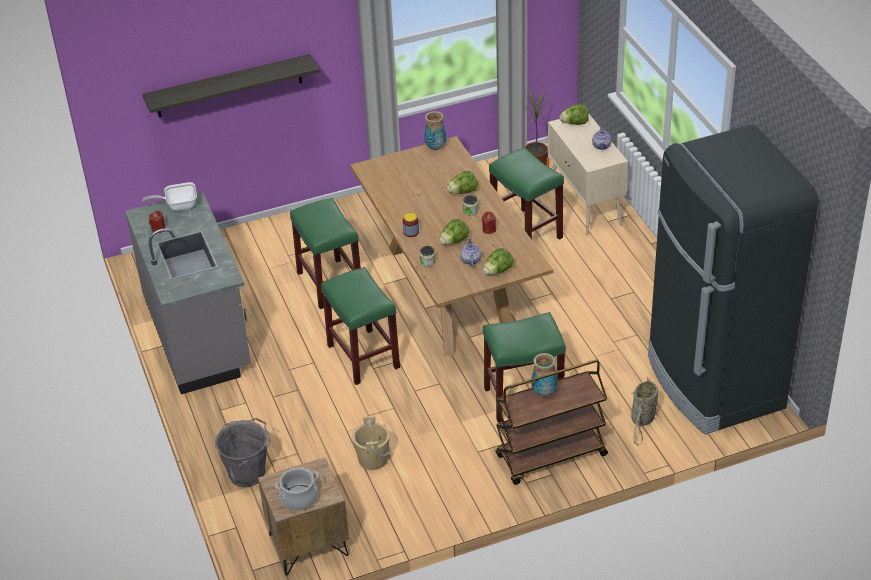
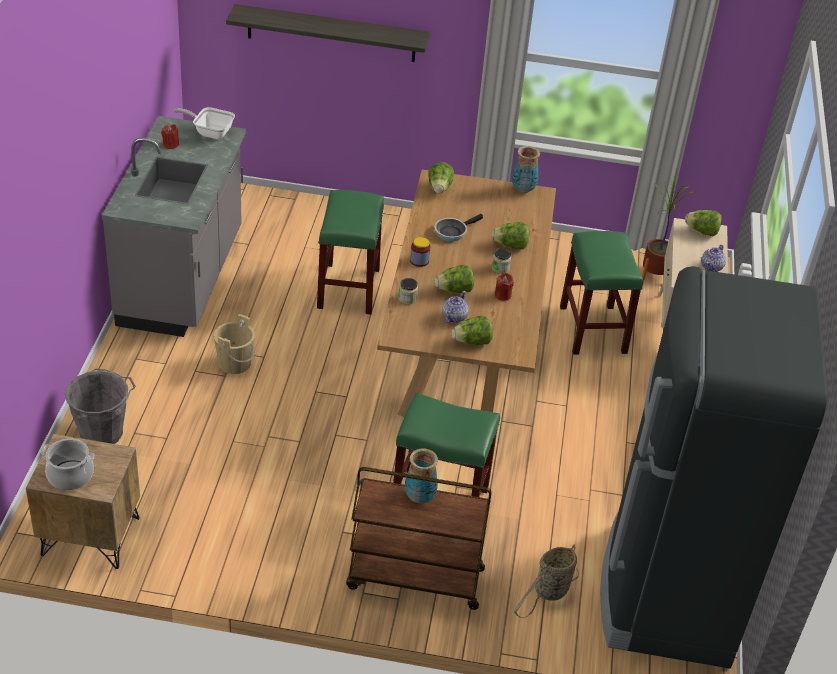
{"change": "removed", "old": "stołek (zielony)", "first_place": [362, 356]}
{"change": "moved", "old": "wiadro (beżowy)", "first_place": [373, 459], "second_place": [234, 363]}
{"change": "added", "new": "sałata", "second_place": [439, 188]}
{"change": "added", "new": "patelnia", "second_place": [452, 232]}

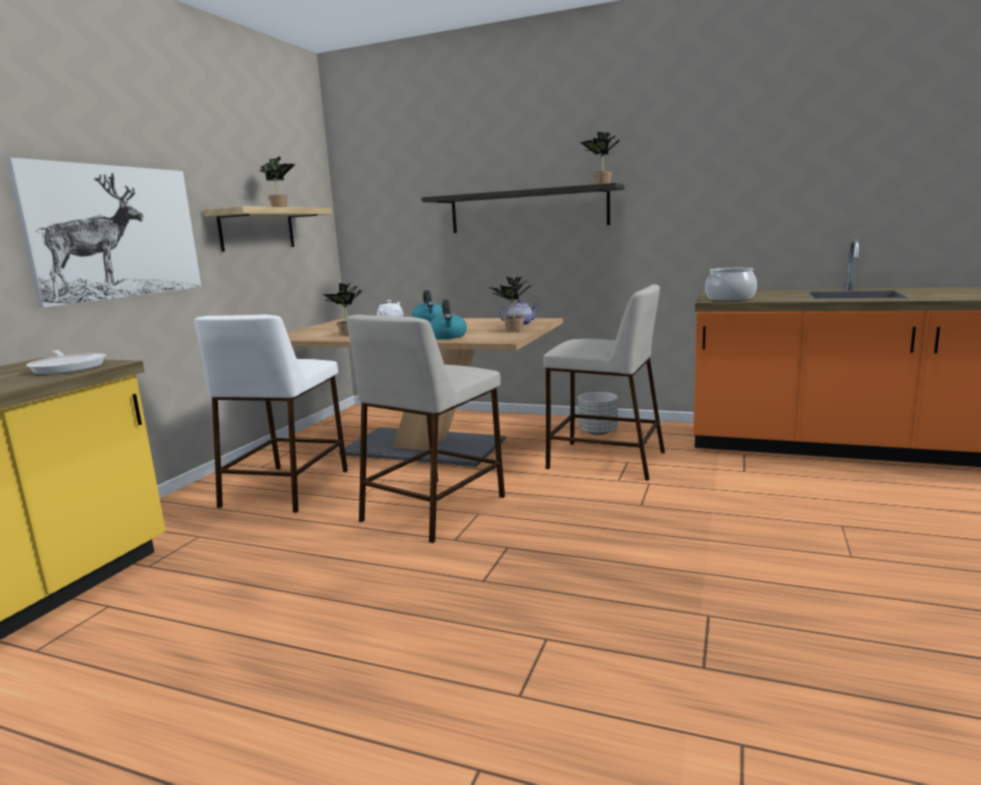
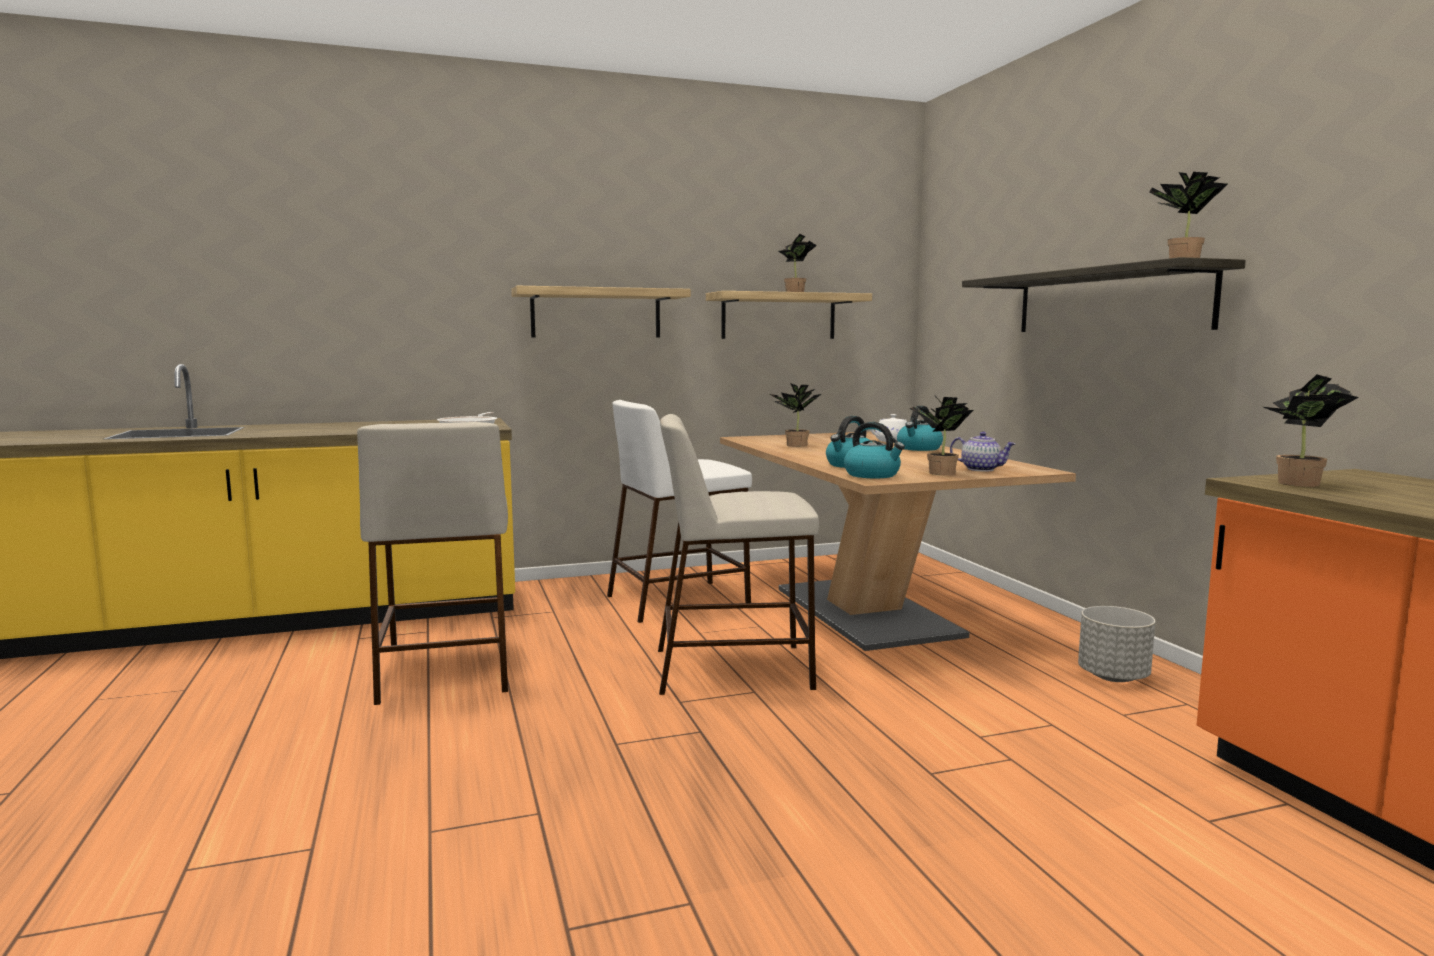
{"change": "replaced", "old": "obraz", "new": "półka", "first_place": [115, 232], "second_place": [596, 313]}
{"change": "replaced", "old": "garnek", "new": "roślina doniczkowa", "first_place": [730, 299], "second_place": [1302, 484]}
{"change": "moved", "old": "stołek (beżowy)", "first_place": [604, 460], "second_place": [445, 668]}
{"change": "added", "new": "czajnik", "second_place": [873, 475]}

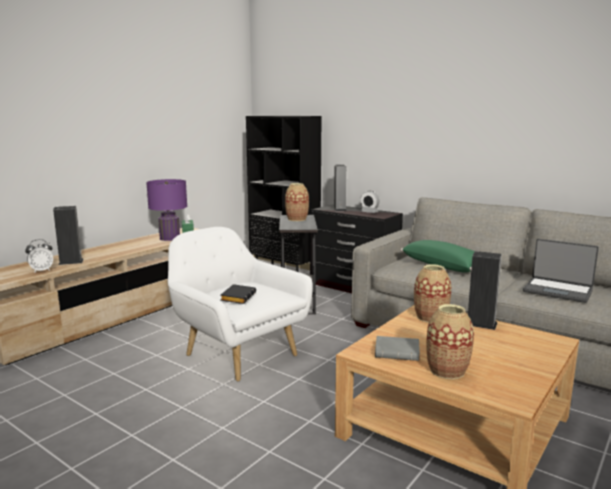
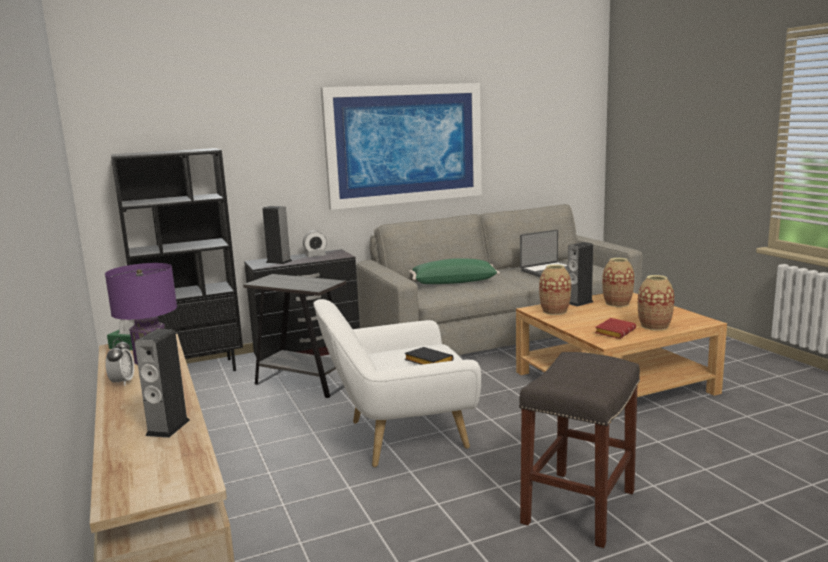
{"change": "moved", "old": "wazon", "first_place": [297, 219], "second_place": [617, 303]}
{"change": "moved", "old": "budzik", "first_place": [41, 271], "second_place": [122, 382]}
{"change": "recoloured", "old": "książka (szary)", "new": "książka (czerwony)", "first_place": [398, 352], "second_place": [614, 332]}
{"change": "added", "new": "obraz", "second_place": [404, 144]}
{"change": "added", "new": "stołek (szary)", "second_place": [578, 506]}

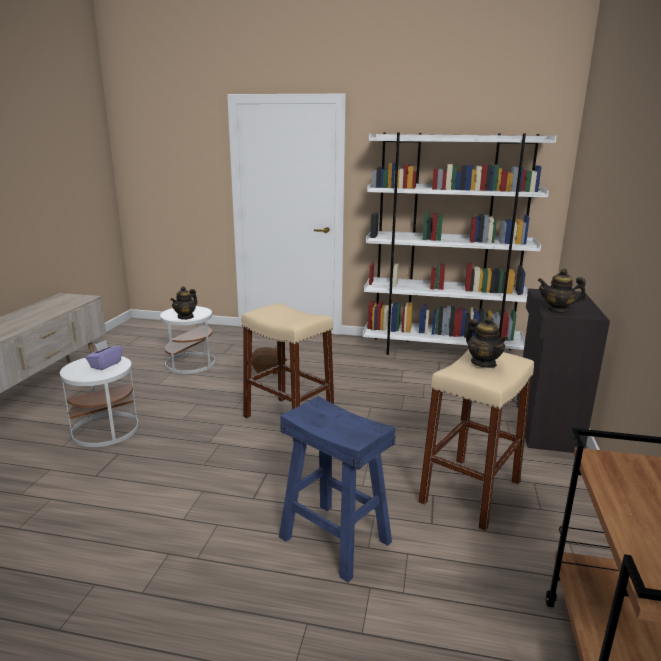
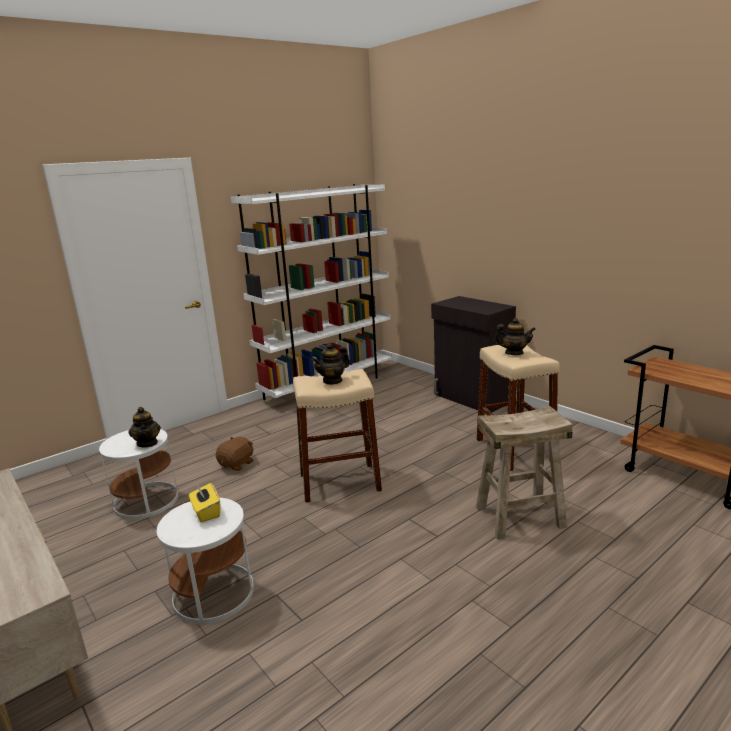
{"change": "moved", "old": "imbryk", "first_place": [558, 310], "second_place": [332, 381]}
{"change": "recoloured", "old": "pudełko chusteczek (fioletowy)", "new": "pudełko chusteczek (żółty)", "first_place": [105, 364], "second_place": [206, 512]}
{"change": "recoloured", "old": "stołek (niebieski)", "new": "stołek (beżowy)", "first_place": [334, 539], "second_place": [519, 517]}

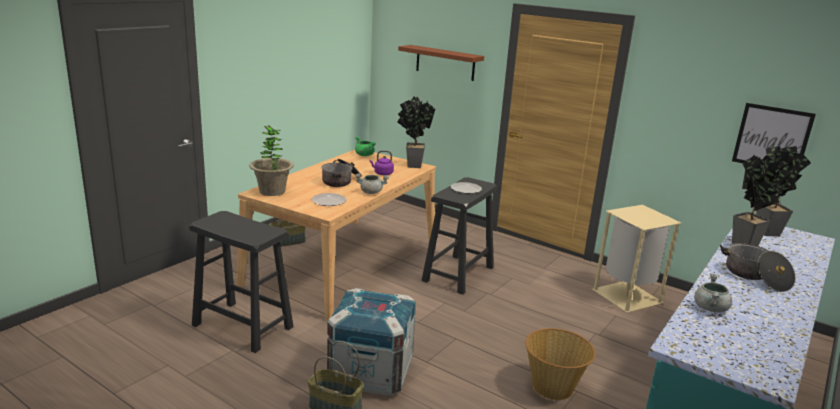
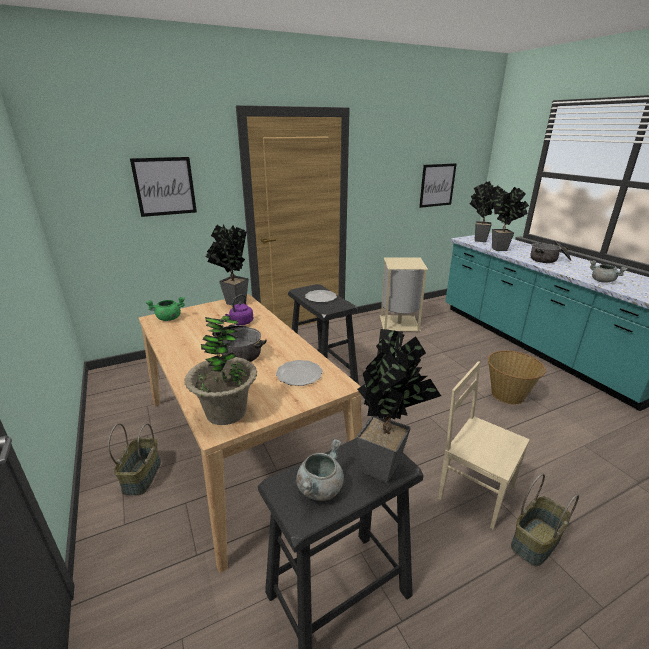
{"change": "replaced", "old": "półka (brązowy)", "new": "obraz", "first_place": [445, 63], "second_place": [165, 186]}
{"change": "moved", "old": "garnek (szary)", "first_place": [371, 192], "second_place": [320, 488]}
{"change": "replaced", "old": "skrzynka", "new": "krzesło (beżowy)", "first_place": [371, 373], "second_place": [475, 492]}
{"change": "added", "new": "roślina doniczkowa", "second_place": [386, 465]}

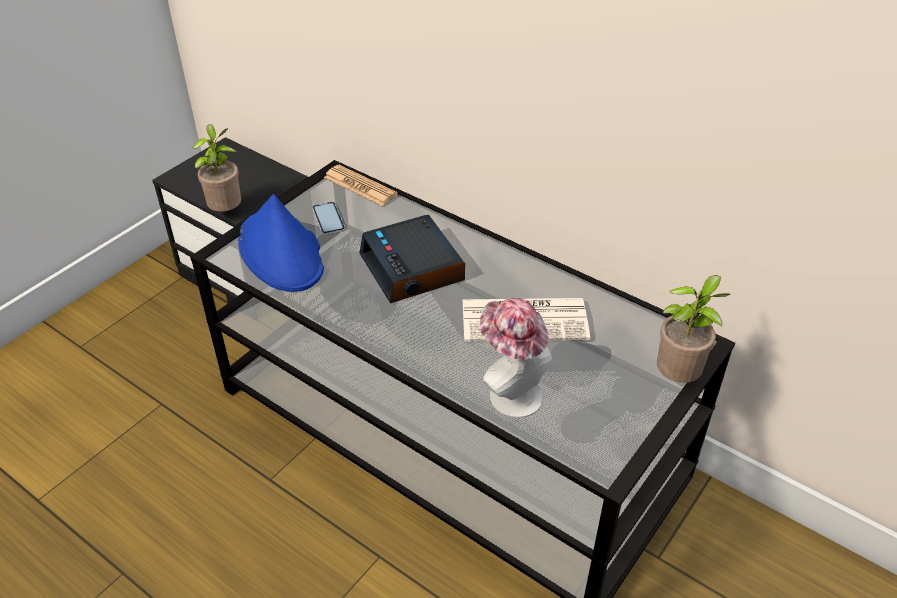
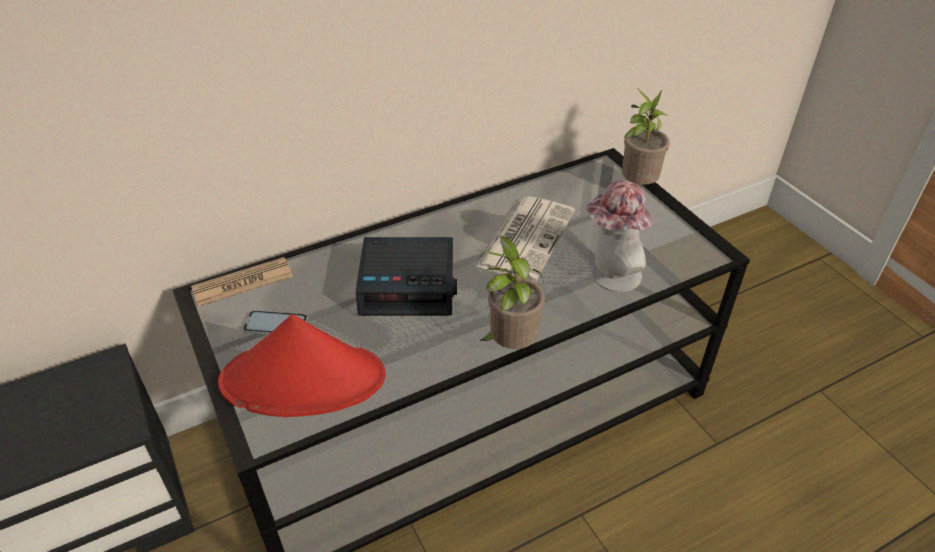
{"change": "moved", "old": "roślina doniczkowa", "first_place": [226, 211], "second_place": [509, 345]}
{"change": "recoloured", "old": "kapelusz (niebieski)", "new": "kapelusz (czerwony)", "first_place": [281, 253], "second_place": [304, 379]}

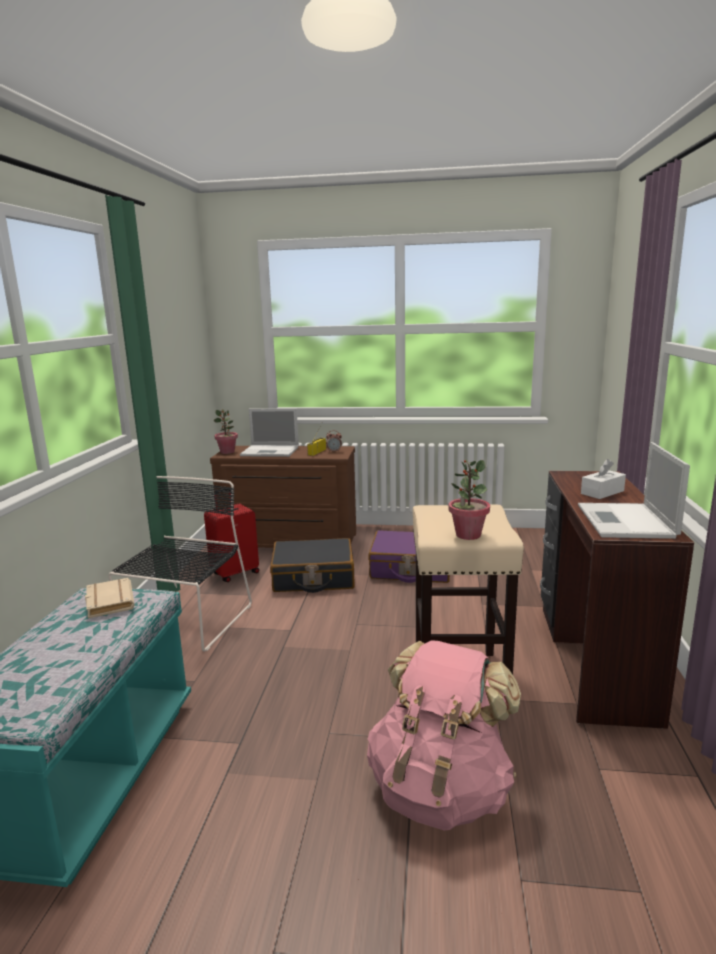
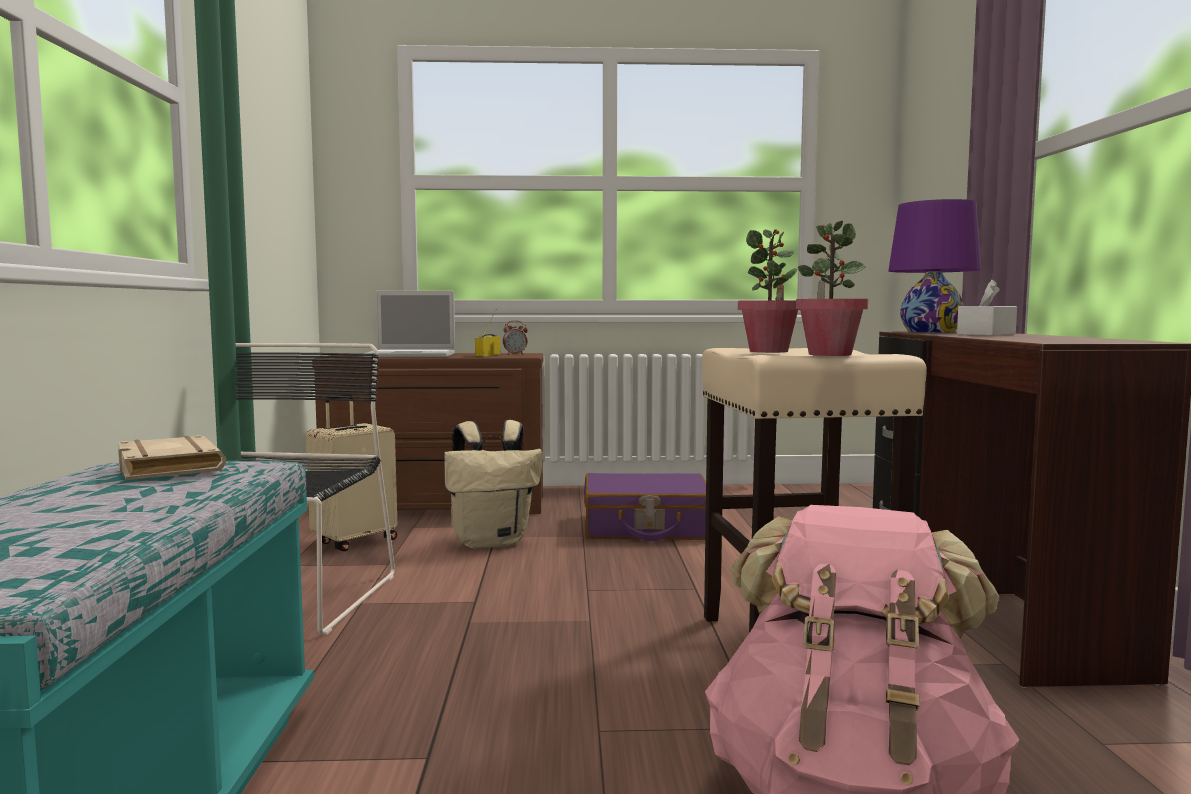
{"change": "moved", "old": "roślina doniczkowa", "first_place": [227, 452], "second_place": [769, 351]}
{"change": "removed", "old": "laptop", "first_place": [626, 522]}
{"change": "recoloured", "old": "walizka (czerwony)", "new": "walizka (beżowy)", "first_place": [235, 573], "second_place": [354, 541]}
{"change": "replaced", "old": "walizka (czarny)", "new": "plecak (beżowy)", "first_place": [313, 578], "second_place": [492, 542]}
{"change": "added", "new": "lampa stołowa (fioletowy)", "second_place": [931, 331]}

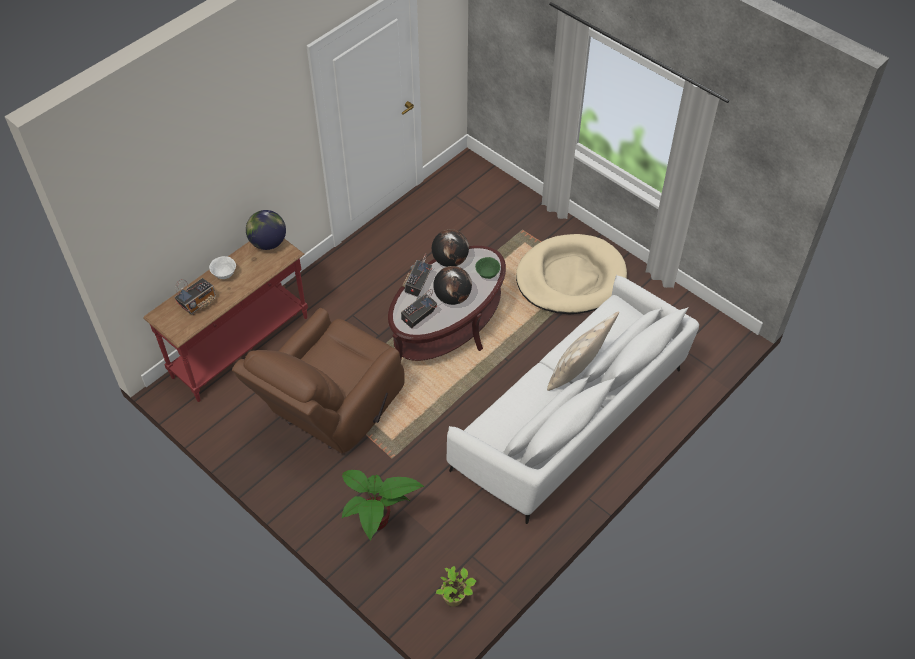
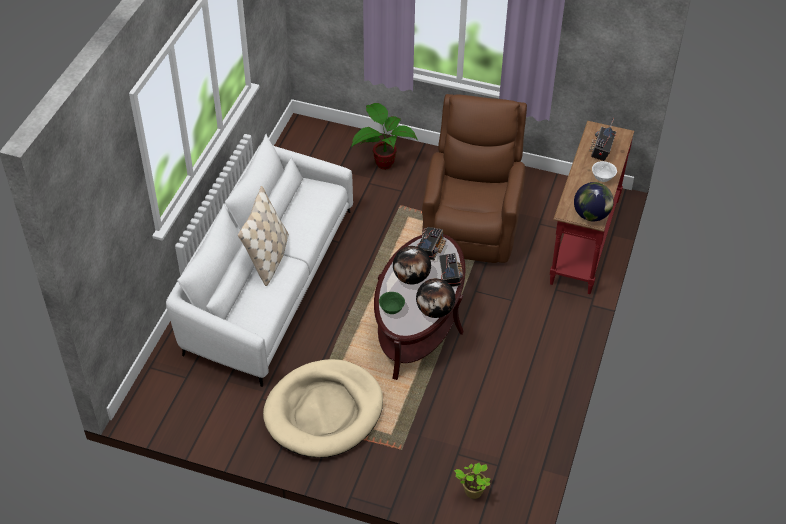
{"change": "moved", "old": "roślina doniczkowa", "first_place": [455, 598], "second_place": [472, 492]}

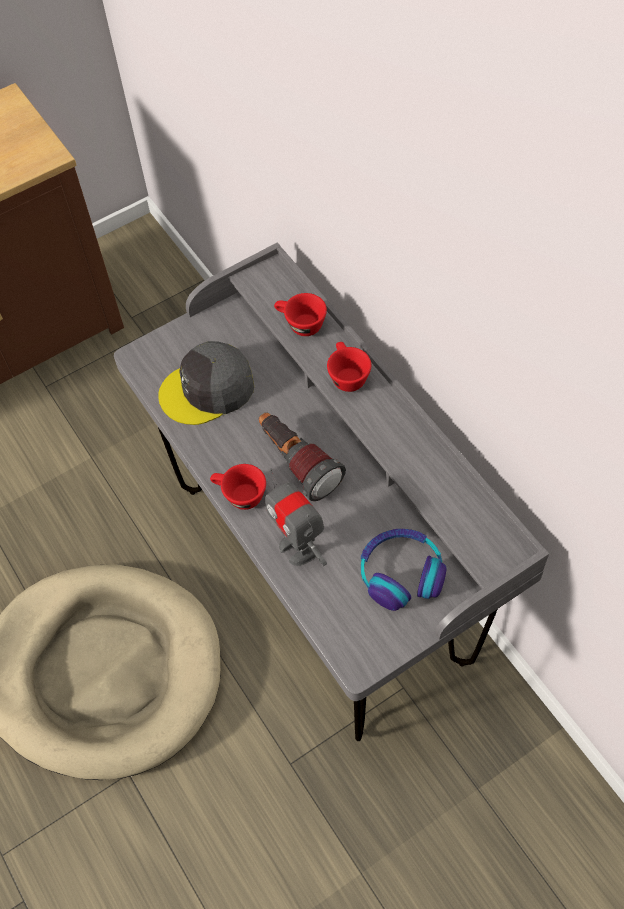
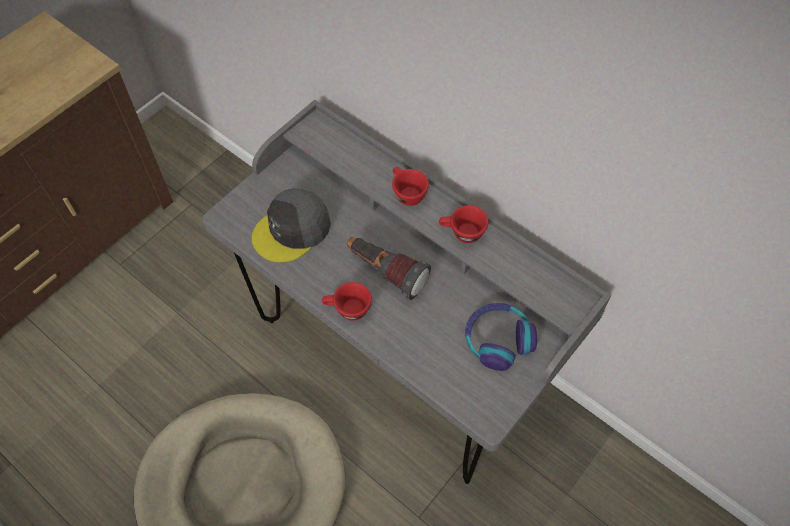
{"change": "moved", "old": "filiżanka (czerwony)", "first_place": [300, 324], "second_place": [462, 233]}
{"change": "removed", "old": "robot zabawkowy", "first_place": [298, 548]}

